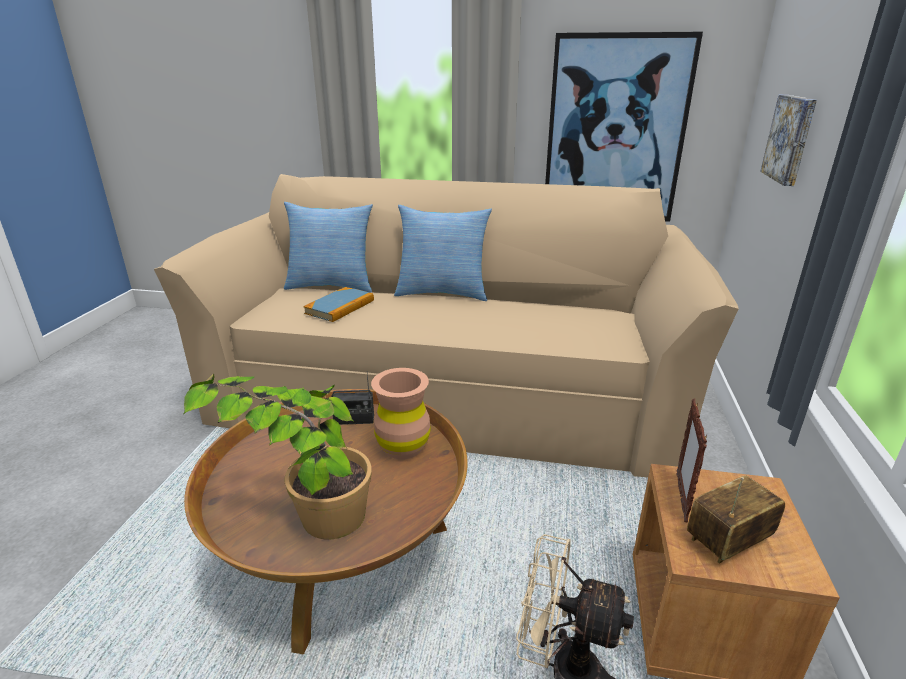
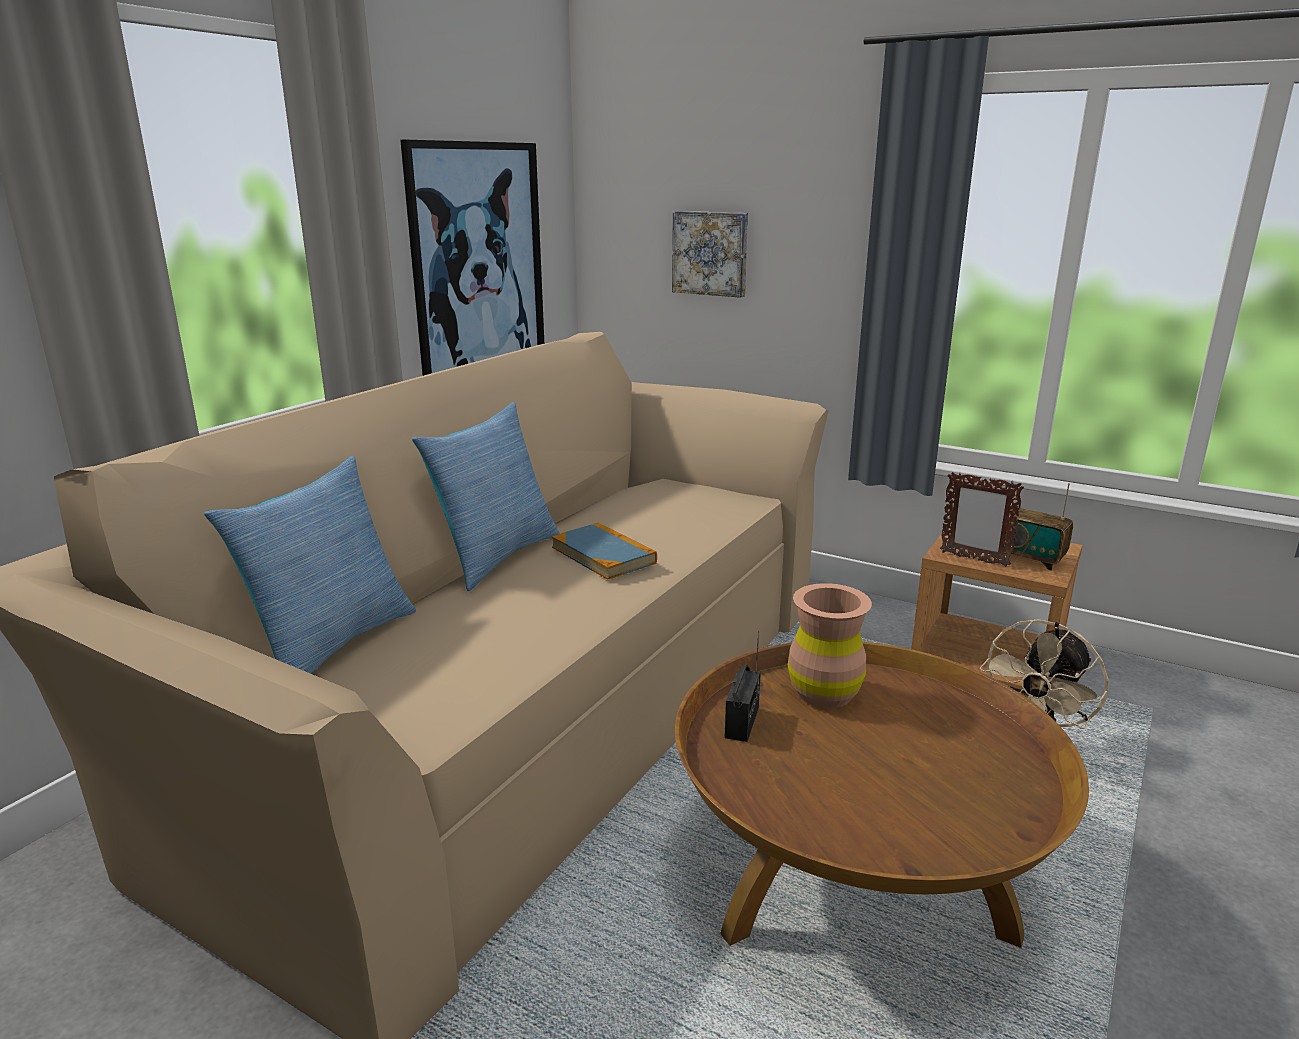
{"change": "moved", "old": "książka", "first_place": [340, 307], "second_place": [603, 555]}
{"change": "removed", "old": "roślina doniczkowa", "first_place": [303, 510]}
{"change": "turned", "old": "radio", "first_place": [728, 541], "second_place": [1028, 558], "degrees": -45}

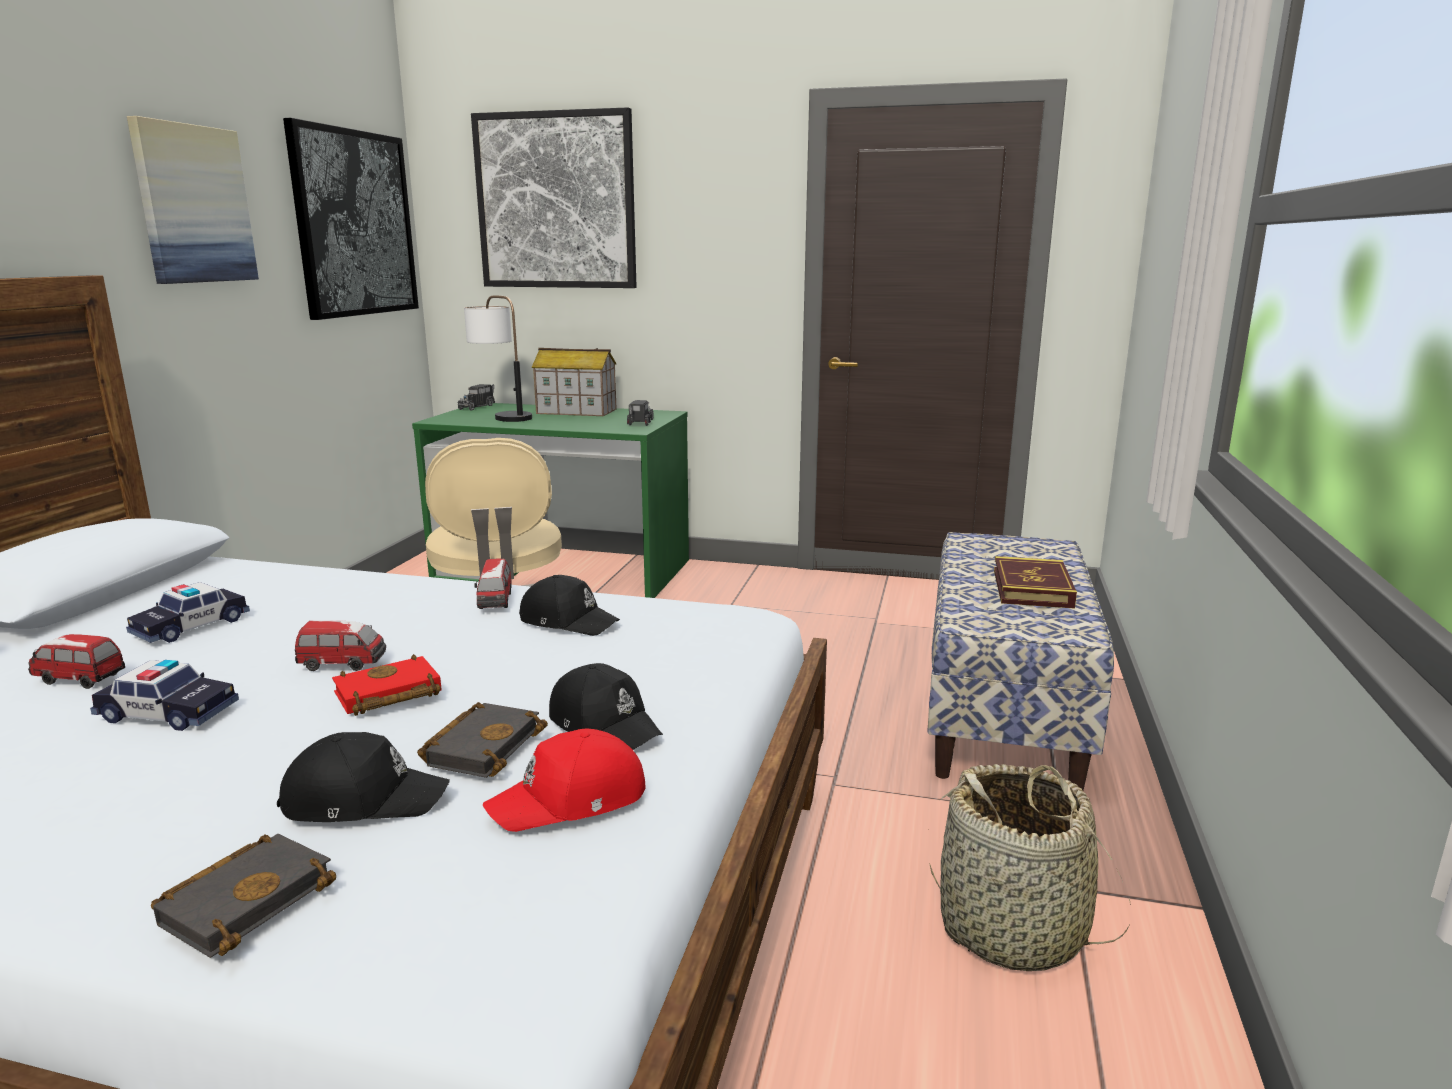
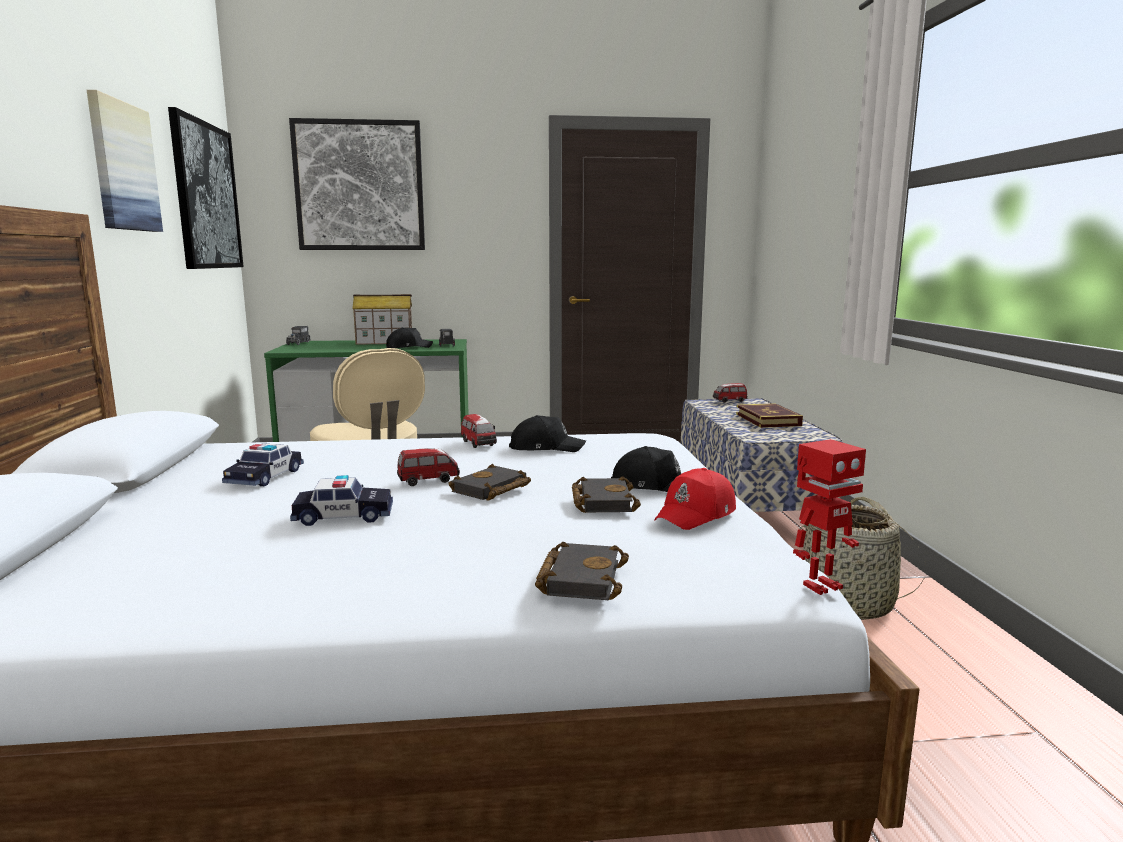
{"change": "removed", "old": "lampa stołowa", "first_place": [502, 416]}
{"change": "moved", "old": "samochodzik", "first_place": [78, 679], "second_place": [729, 401]}
{"change": "recoloured", "old": "książka (czerwony)", "new": "książka (czarny)", "first_place": [386, 695], "second_place": [491, 490]}
{"change": "moved", "old": "czapka z daszkiem (czarny)", "first_place": [363, 799], "second_place": [408, 347]}
{"change": "added", "new": "robot zabawkowy", "second_place": [820, 586]}

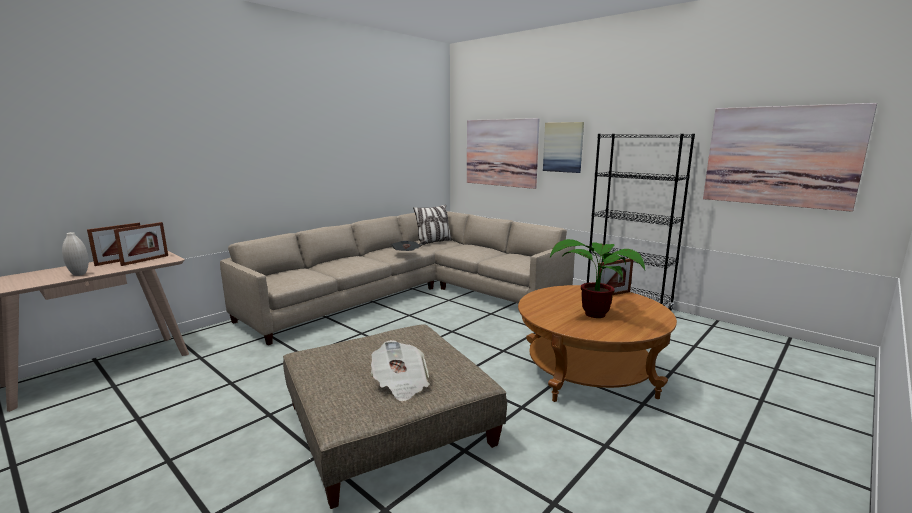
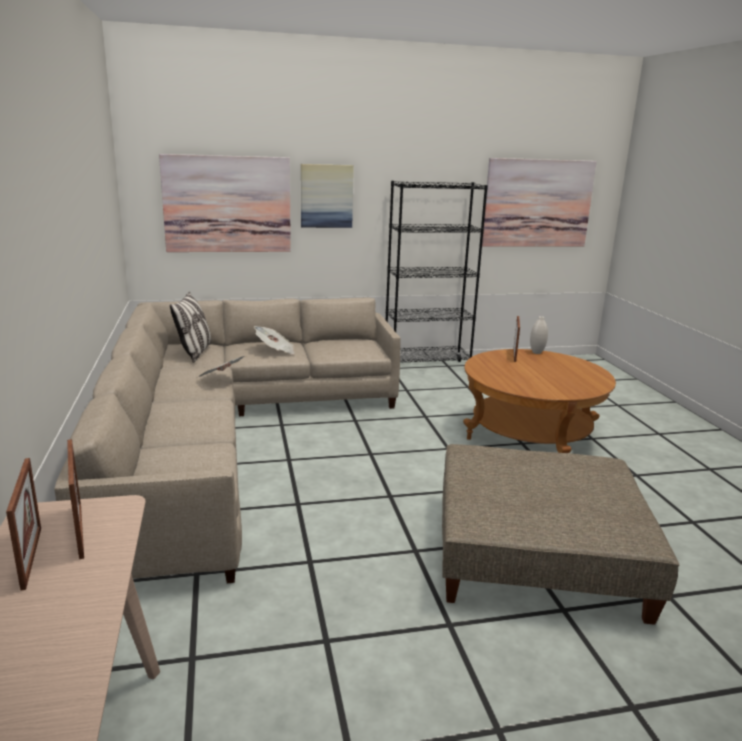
{"change": "moved", "old": "wazon (biały)", "first_place": [79, 274], "second_place": [536, 352]}
{"change": "removed", "old": "roślina doniczkowa", "first_place": [592, 315]}
{"change": "moved", "old": "gazeta", "first_place": [400, 384], "second_place": [275, 351]}

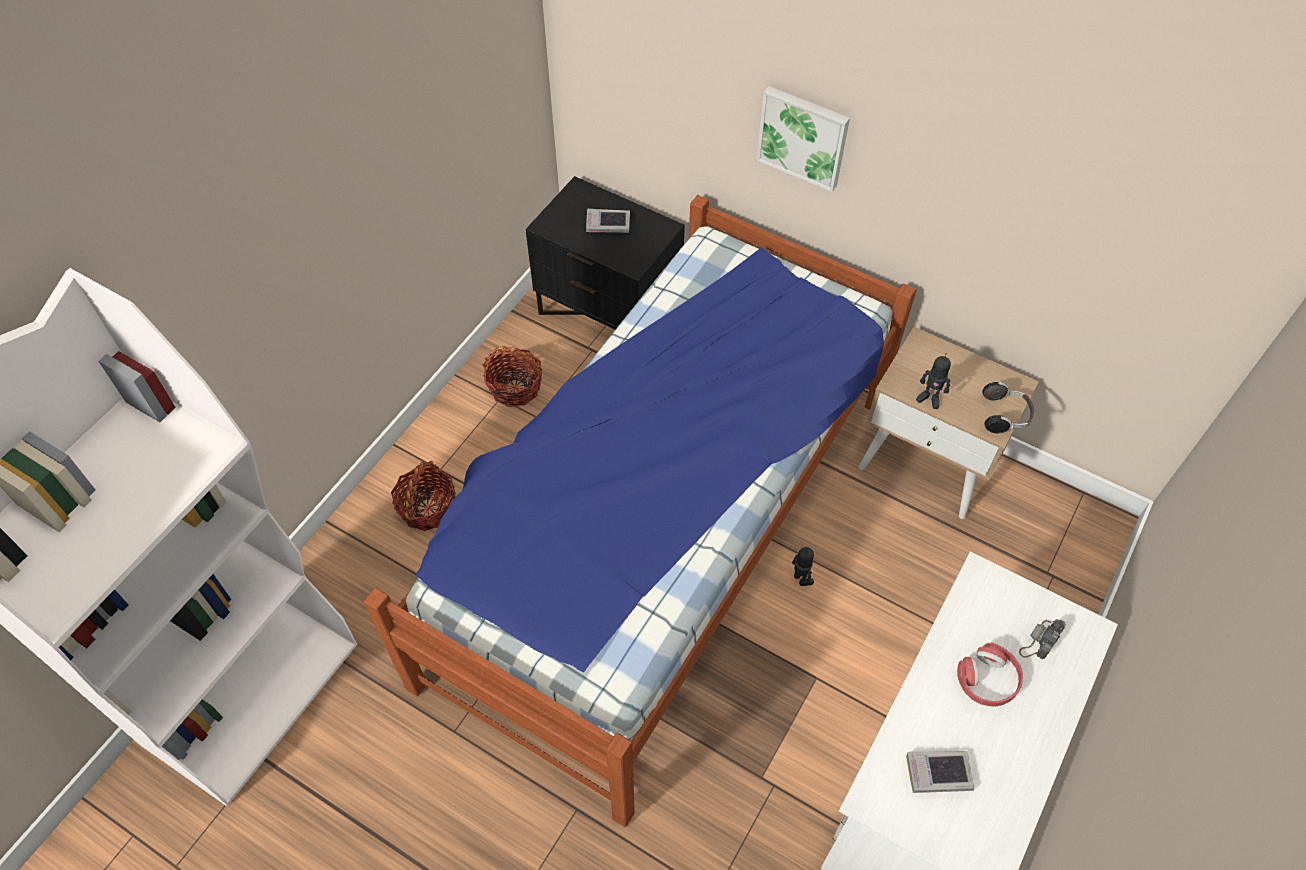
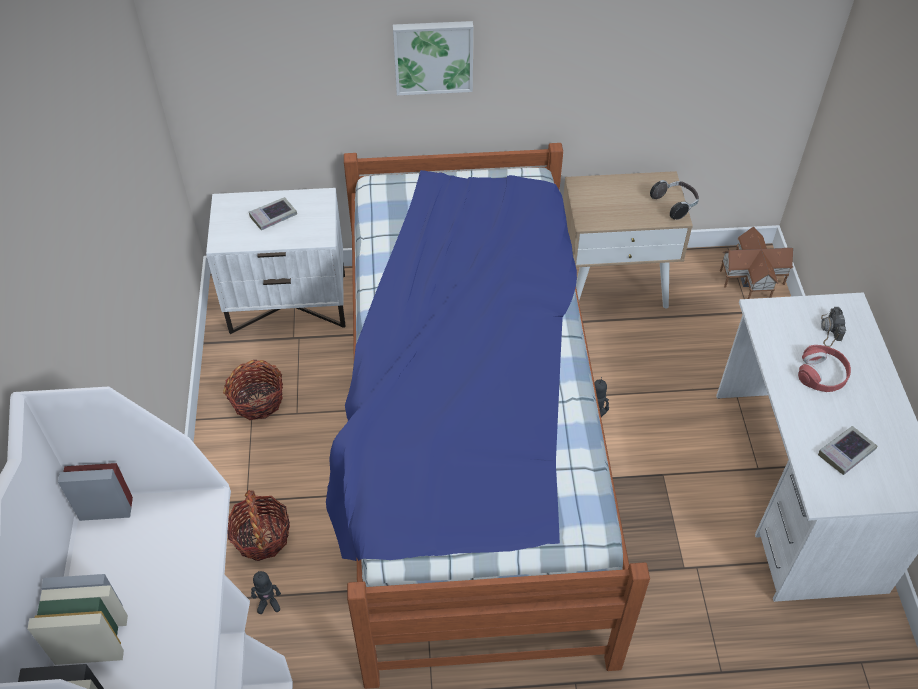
{"change": "recoloured", "old": "szafka nocna (czarny)", "new": "szafka nocna (biały)", "first_place": [609, 312], "second_place": [289, 302]}
{"change": "moved", "old": "robot zabawkowy", "first_place": [929, 398], "second_place": [268, 604]}
{"change": "added", "new": "domek", "second_place": [752, 277]}

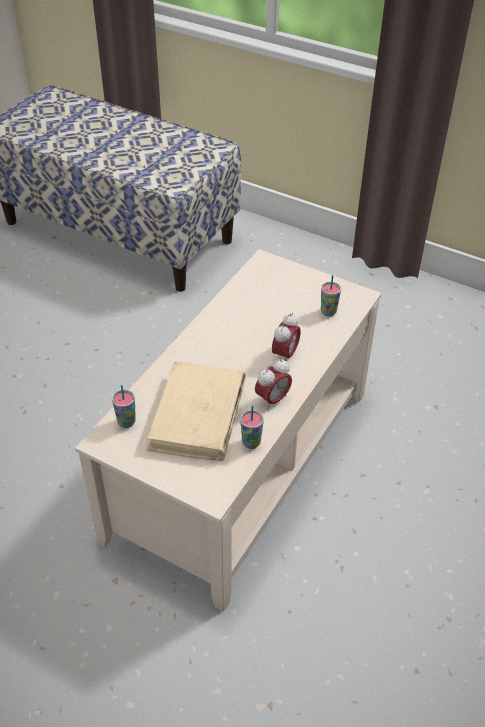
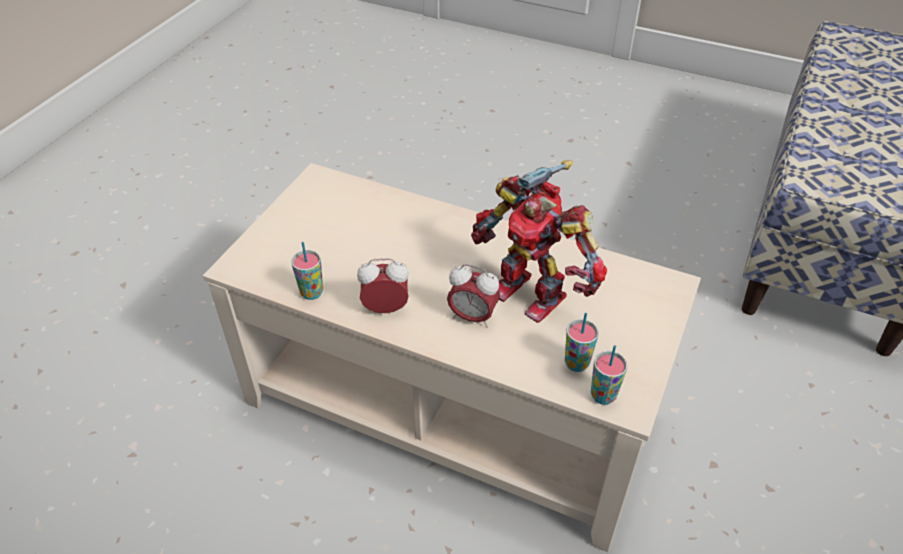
{"change": "turned", "old": "budzik", "first_place": [272, 399], "second_place": [386, 308], "degrees": 135}
{"change": "removed", "old": "książka (beżowy)", "first_place": [198, 416]}
{"change": "moved", "old": "filiżanka", "first_place": [126, 422], "second_place": [603, 396]}
{"change": "added", "new": "robot zabawkowy", "second_place": [531, 292]}

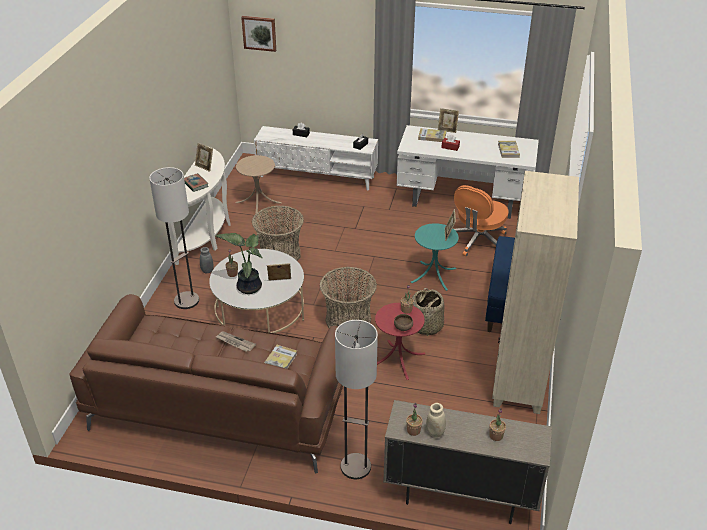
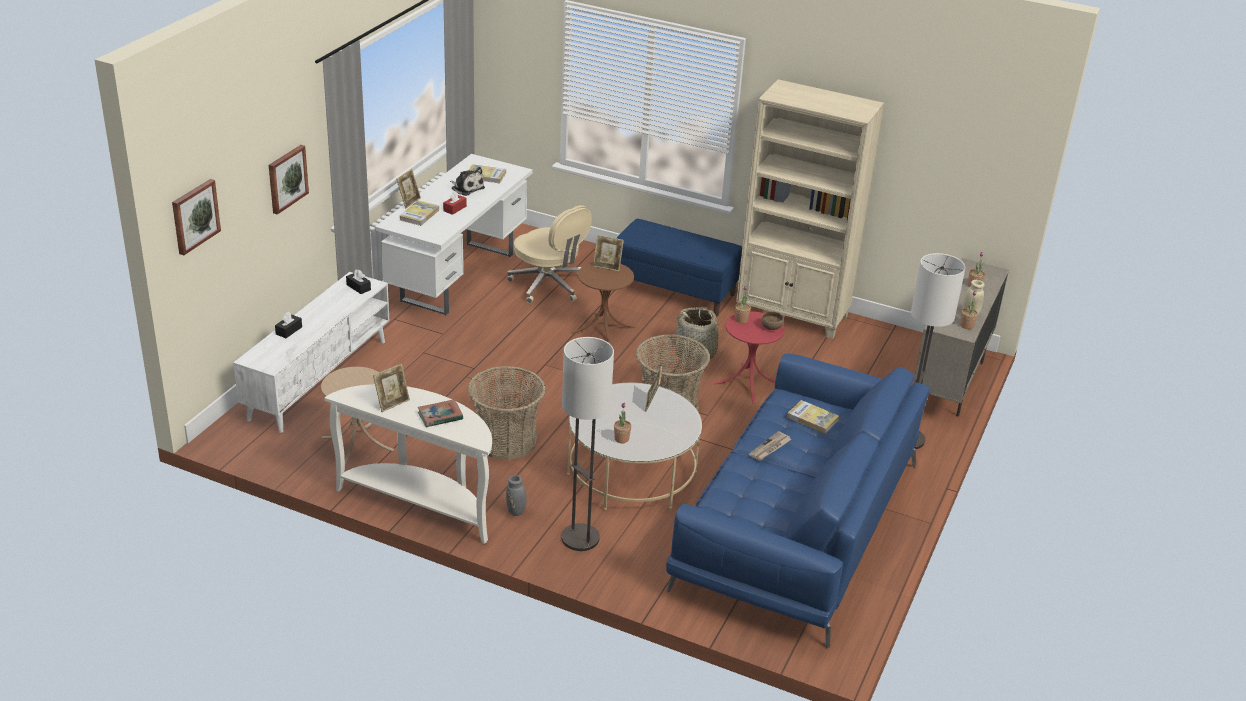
{"change": "recoloured", "old": "krzesło biurowe (pomarańczowy)", "new": "krzesło biurowe (beżowy)", "first_place": [478, 241], "second_place": [548, 285]}
{"change": "recoloured", "old": "stolik (turkusowy)", "new": "stolik (brązowy)", "first_place": [433, 275], "second_place": [603, 329]}
{"change": "removed", "old": "roślina doniczkowa", "first_place": [248, 286]}
{"change": "recoloured", "old": "kanapa (brązowy)", "new": "kanapa (niebieski)", "first_place": [219, 403], "second_place": [796, 526]}
{"change": "added", "new": "obraz", "second_place": [287, 178]}
{"change": "added", "new": "pluszak", "second_place": [466, 188]}

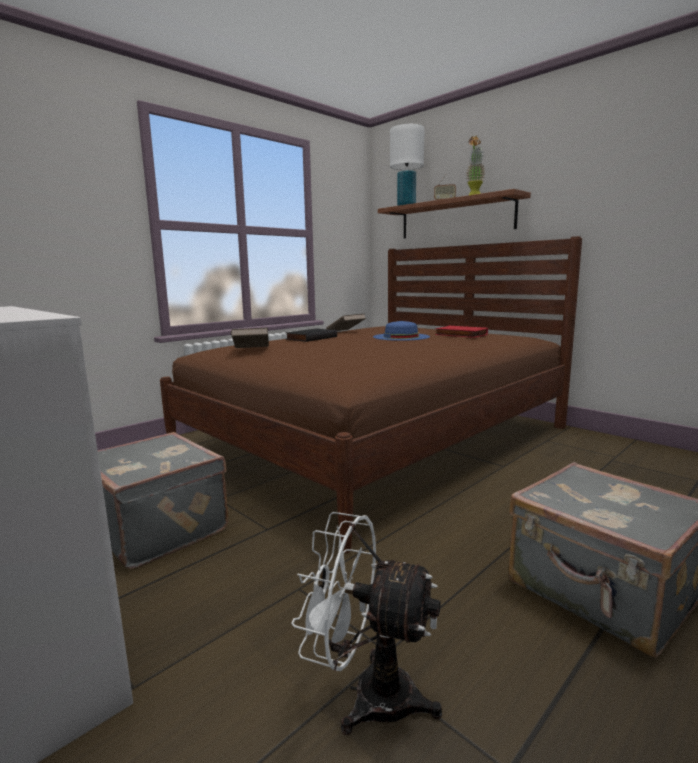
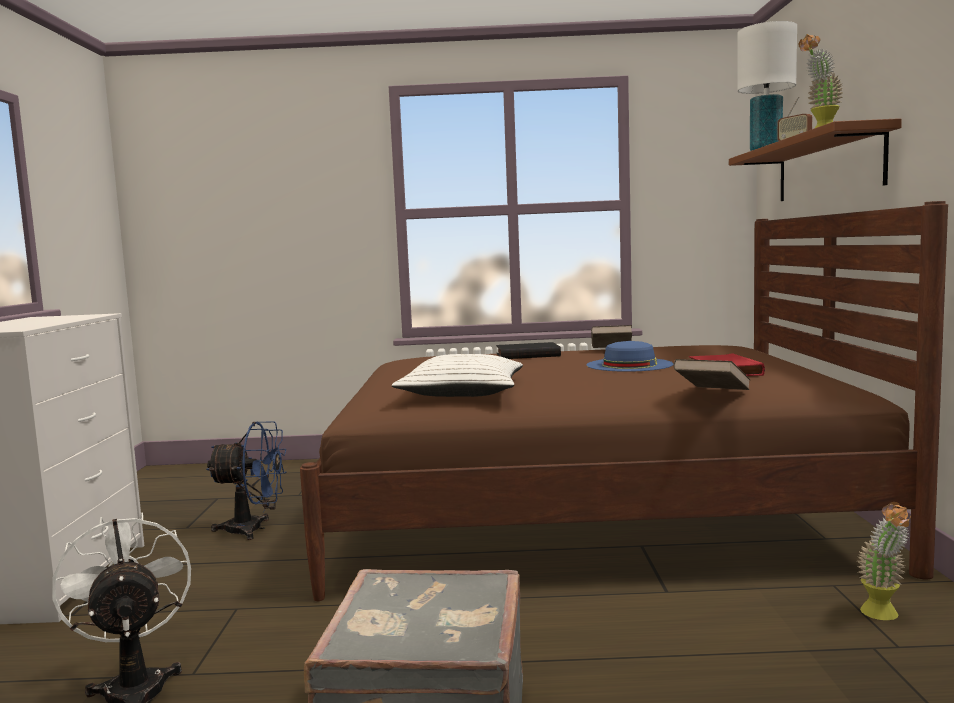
{"change": "moved", "old": "książka (brązowy)", "first_place": [251, 350], "second_place": [712, 393]}
{"change": "replaced", "old": "walizka (szary)", "new": "wentylator (niebieski)", "first_place": [160, 527], "second_place": [254, 529]}
{"change": "added", "new": "poduszka (biały)", "second_place": [463, 392]}
{"change": "added", "new": "roślina doniczkowa", "second_place": [884, 616]}

